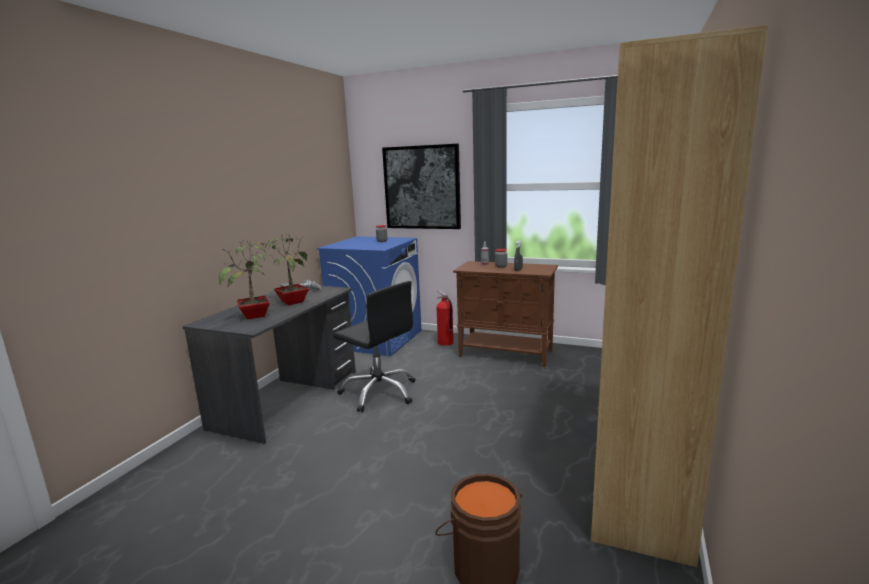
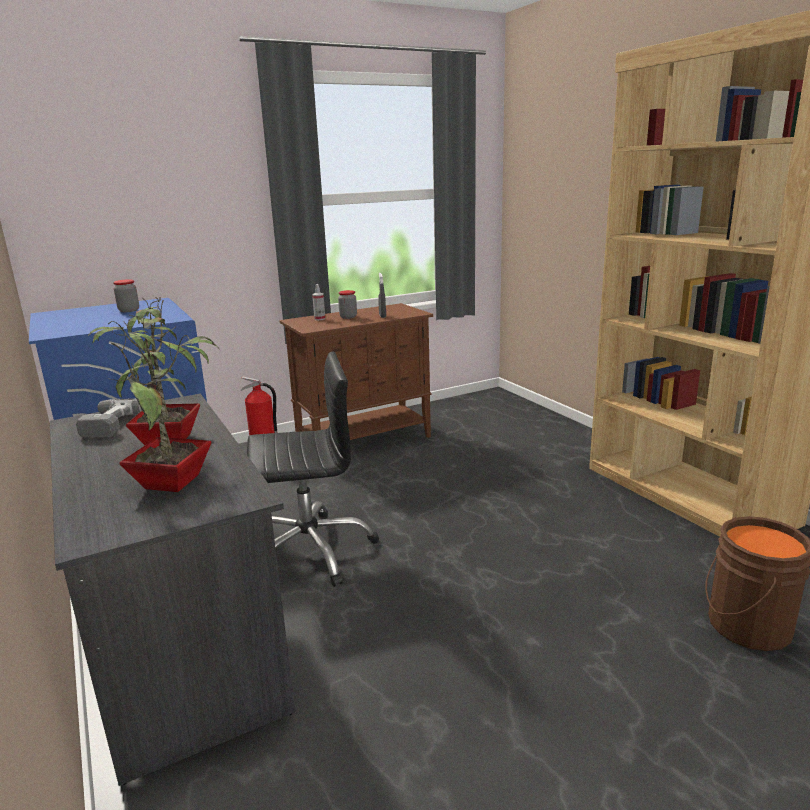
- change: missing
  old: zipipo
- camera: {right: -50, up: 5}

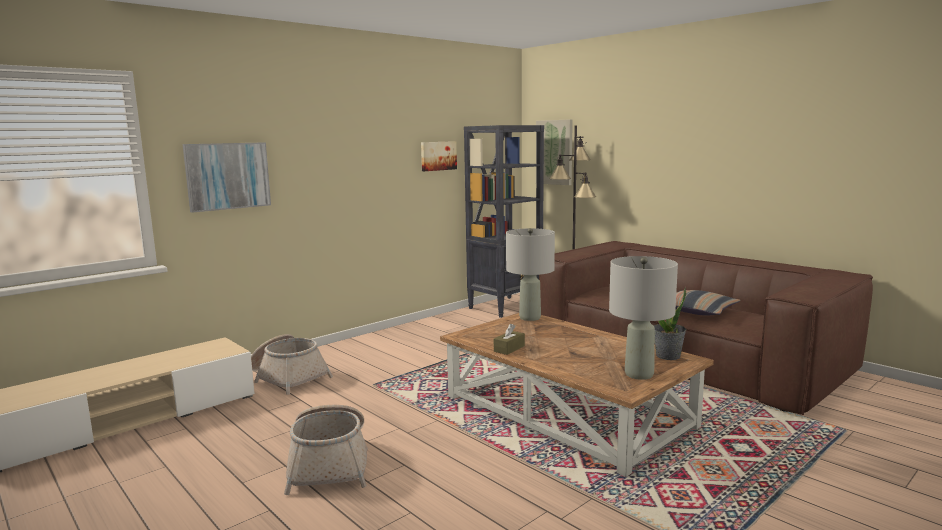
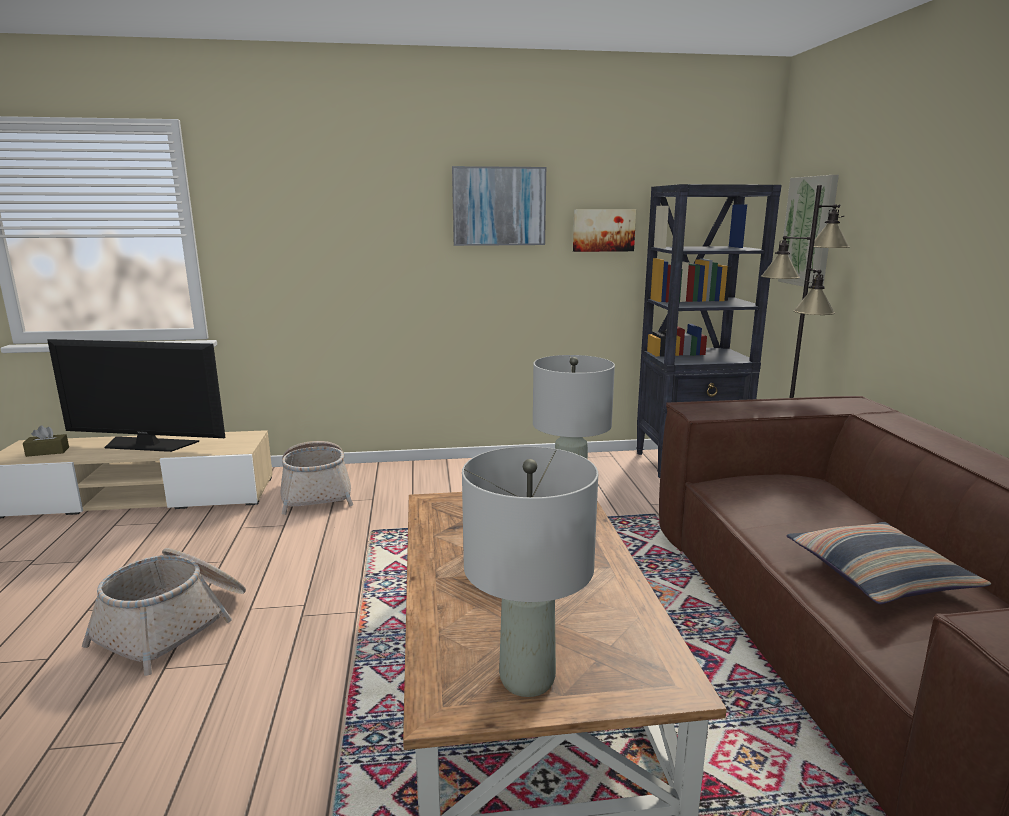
- change: relocated
  old: zipipo (no. 1 from left)
- change: relocated
  old: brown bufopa
- change: missing
  old: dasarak
- change: appeared
  new: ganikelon
- camera: {right: 35, up: 5}

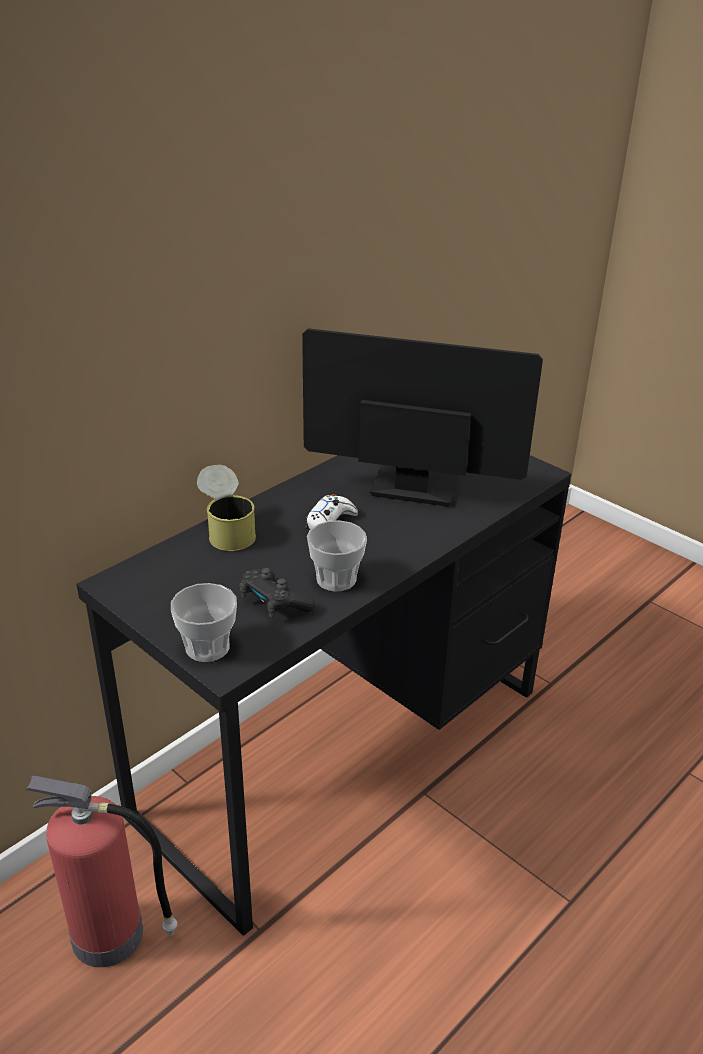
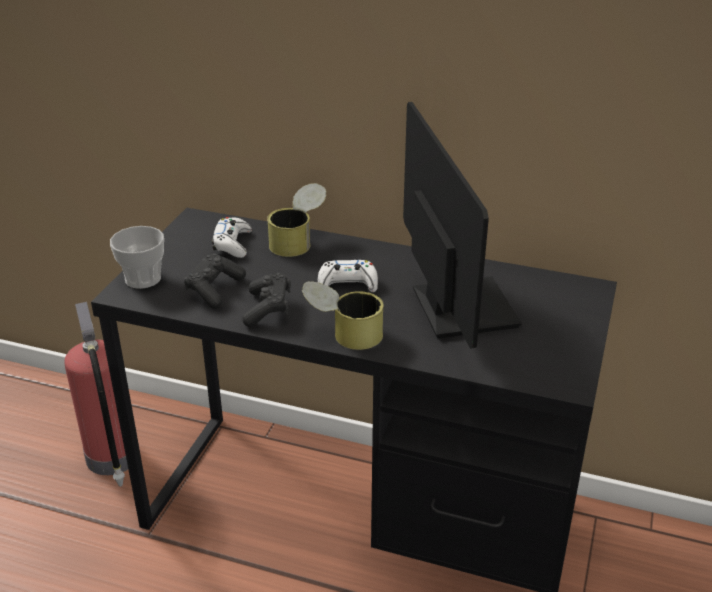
- change: exchanged
  old: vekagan (no. 2 from left)
  new: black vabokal (no. 2 from left)
- change: appeared
  new: white vabokal (no. 1 from left)
- change: appeared
  new: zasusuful (no. 2 from left)
- camera: {right: 65, up: 0}

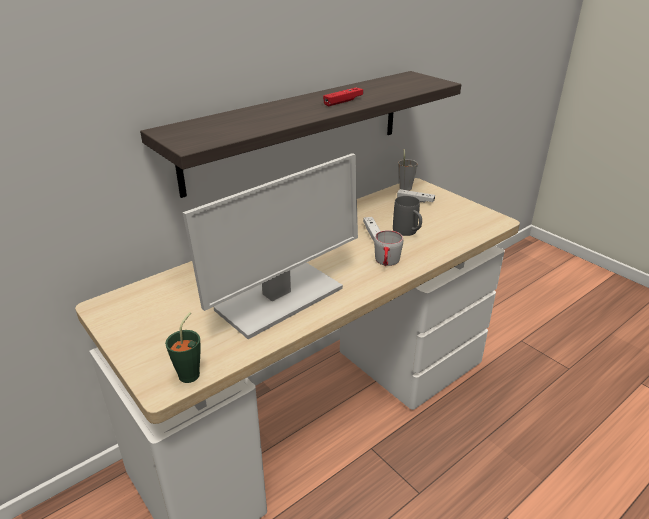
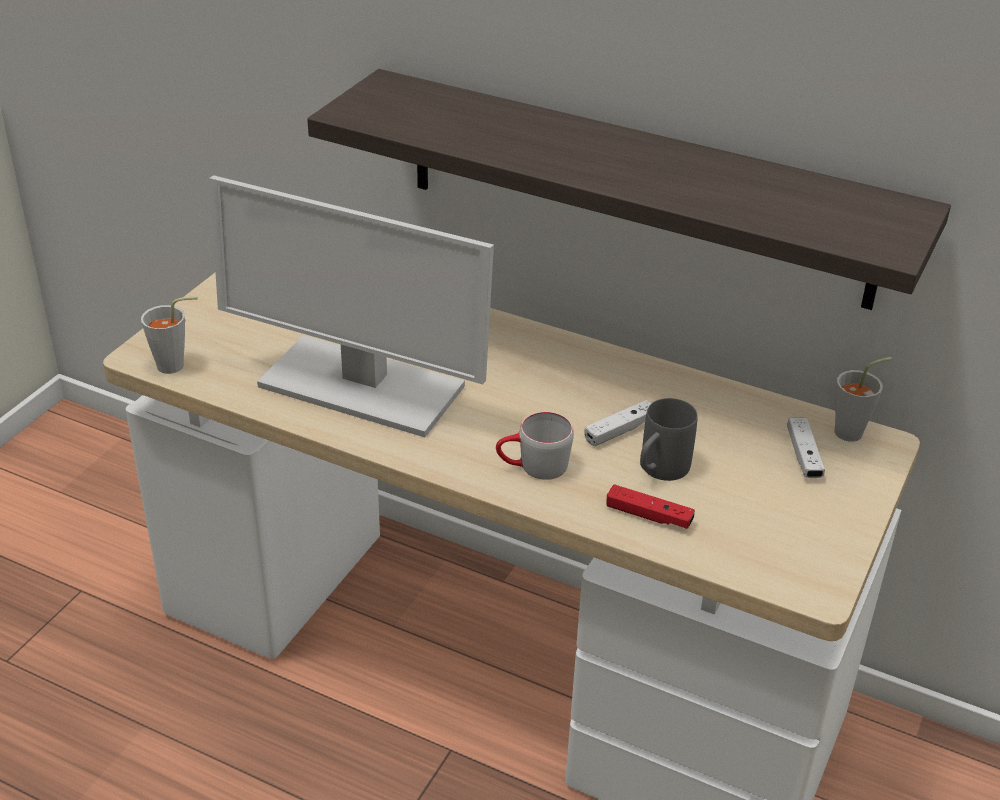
- change: colour
  old: green vekagan
  new: grey vekagan (no. 1 from left)
- change: relocated
  old: red vabokal
- camera: {right: 65, up: 5}

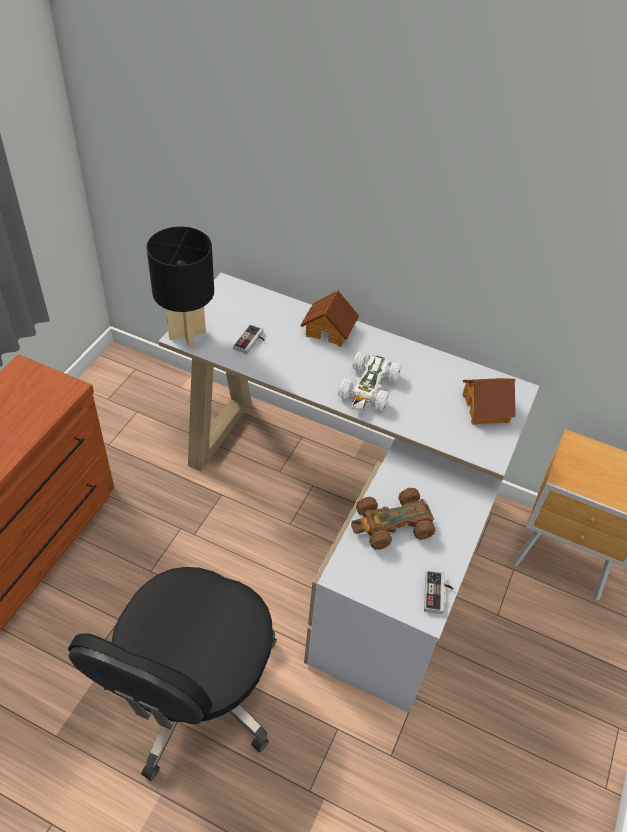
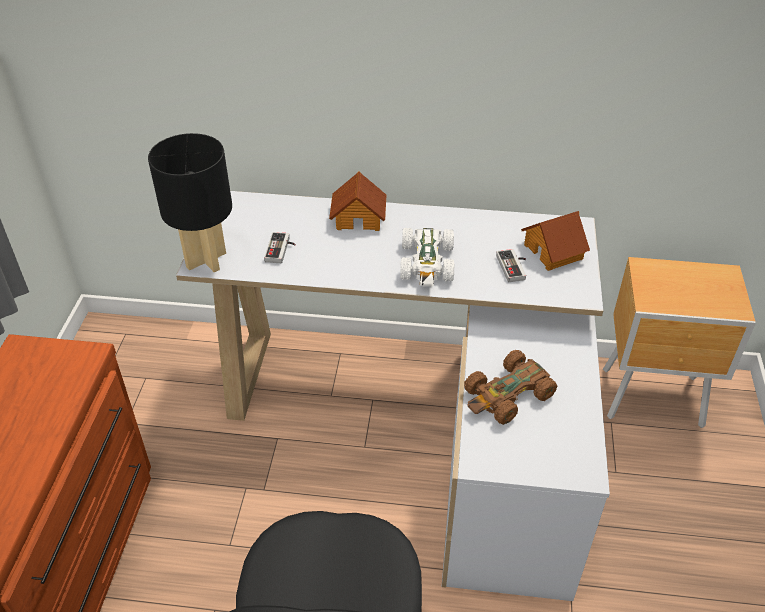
- change: relocated
  old: vabokal (no. 2 from left)
- camera: {right: -15, up: -5}

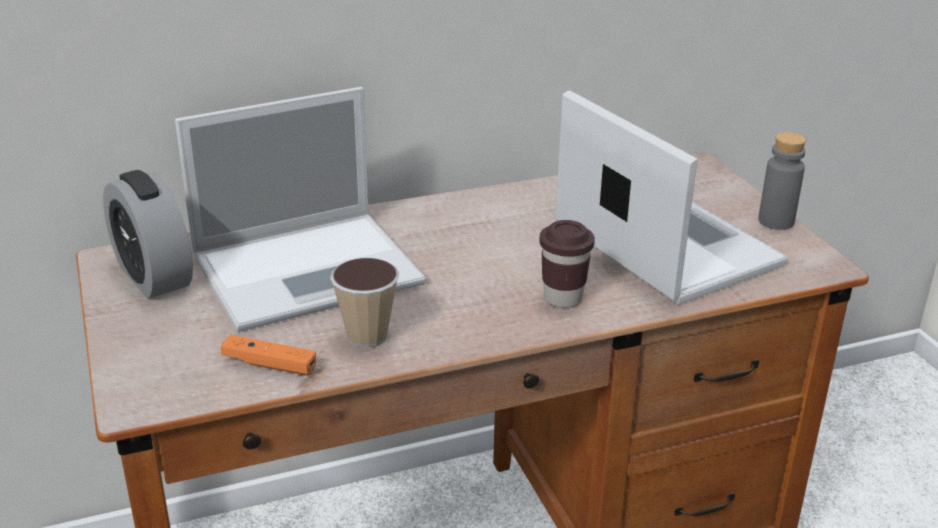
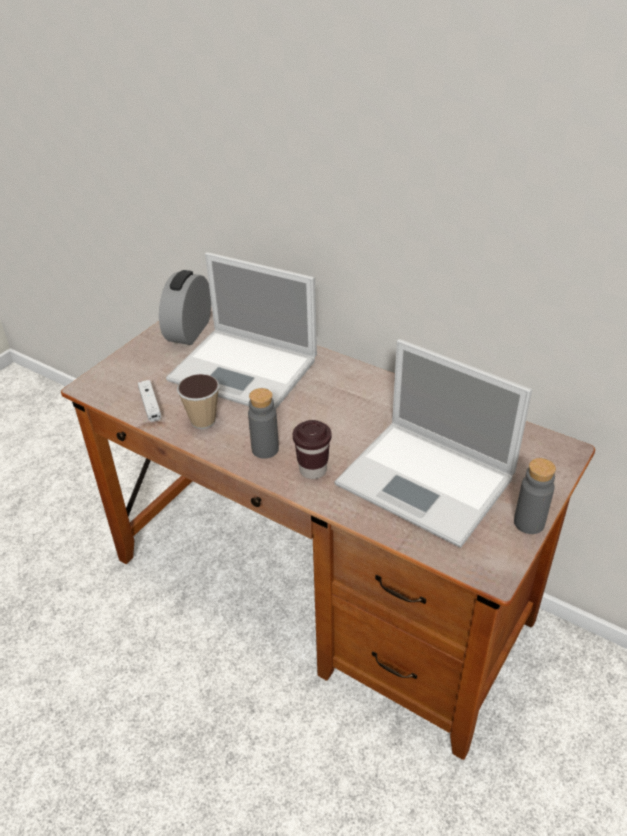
- change: colour
  old: orange vabokal
  new: white vabokal
- change: spun
  old: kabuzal (no. 2 from left)
  degrees: 105
- change: appeared
  new: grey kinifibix (no. 1 from left)
- camera: {right: 55, up: 10}

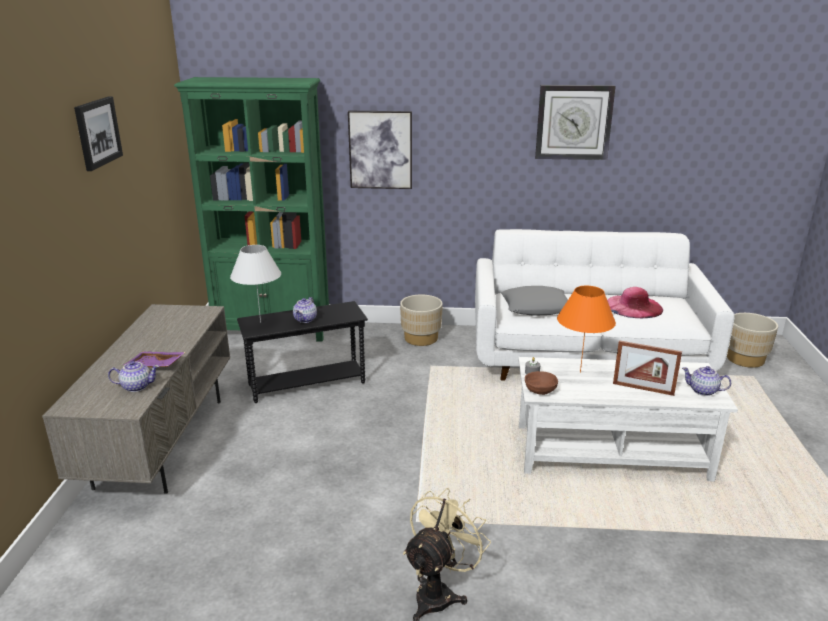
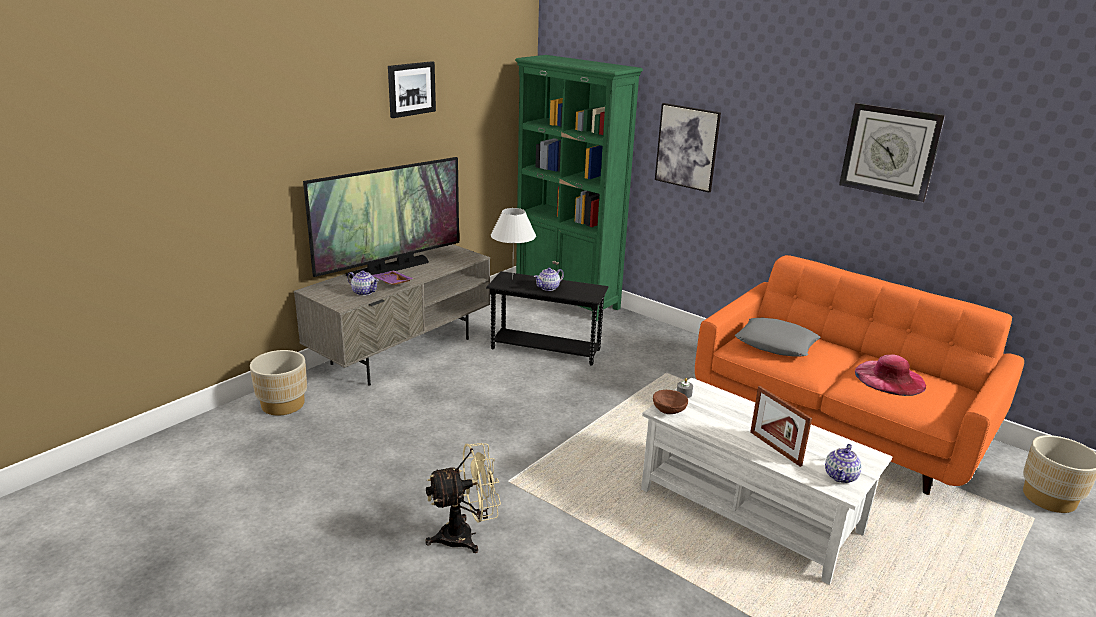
- change: relocated
  old: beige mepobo (no. 1 from left)
- change: colour
  old: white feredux
  new: orange feredux
- change: missing
  old: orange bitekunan
- change: spun
  old: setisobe (no. 3 from left)
  degrees: -120
- change: appeared
  new: ganikelon
- camera: {right: 35, up: 0}

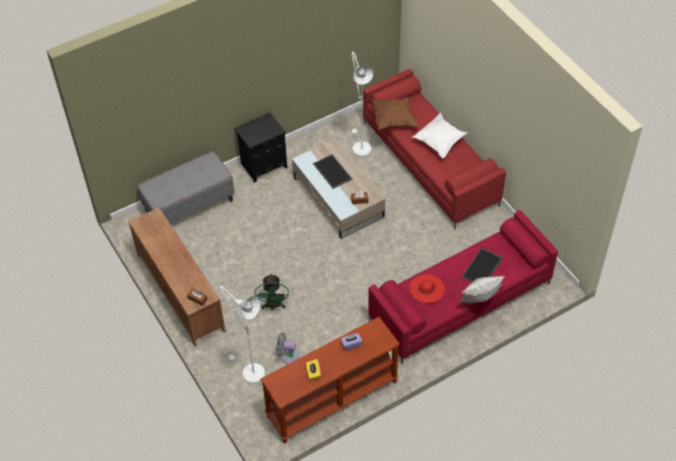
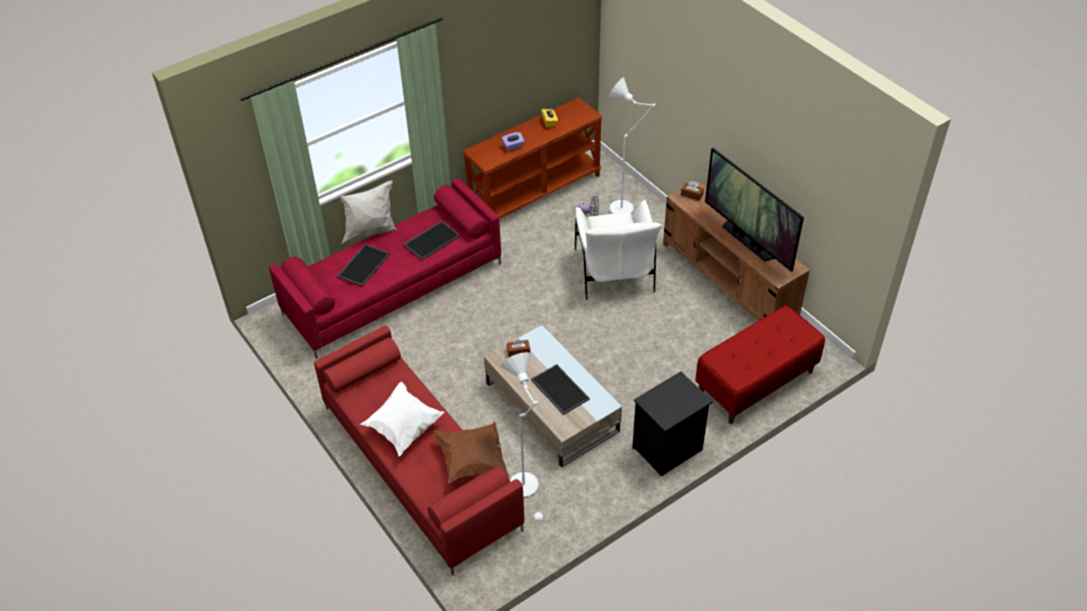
- change: colour
  old: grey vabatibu
  new: red vabatibu
- change: exchanged
  old: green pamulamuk
  new: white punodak
- change: exchanged
  old: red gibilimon
  new: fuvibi (no. 2 from left)
- change: appeared
  new: ganikelon
- camera: {right: 175, up: -5}

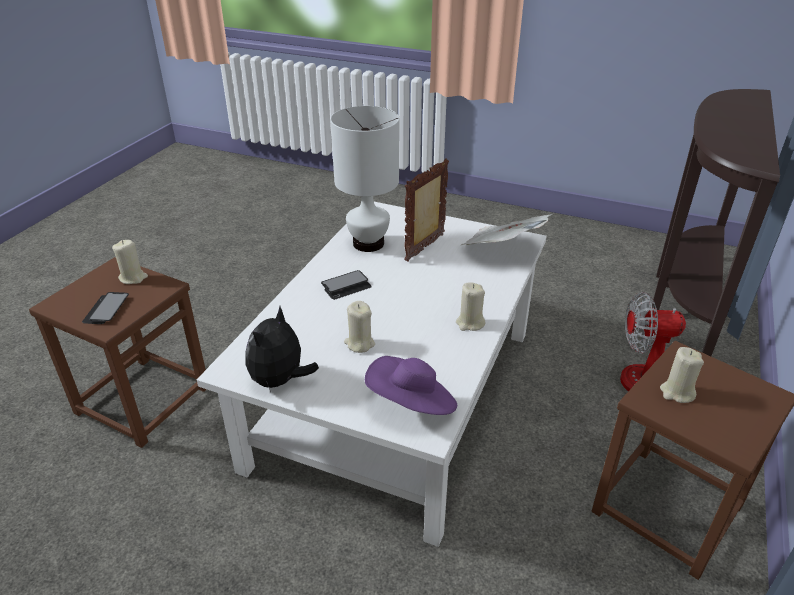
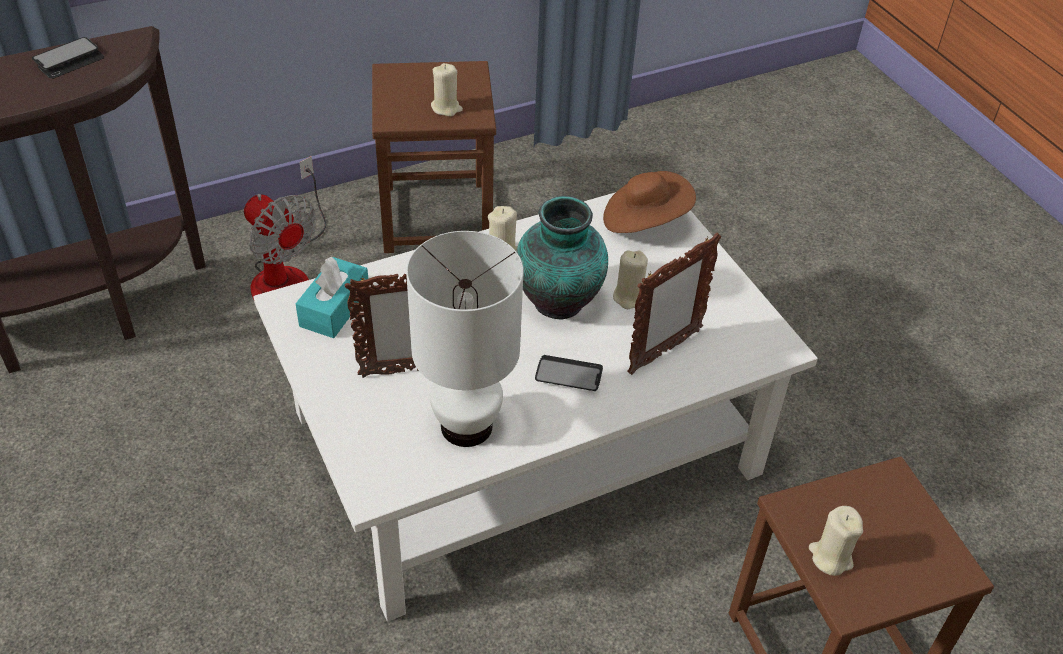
- change: relocated
  old: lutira (no. 1 from left)
- change: missing
  old: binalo
- change: colour
  old: purple gibilimon
  new: brown gibilimon
- change: exchanged
  old: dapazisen
  new: turquoise bufopa
- change: appeared
  new: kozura
- change: appeared
  new: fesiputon (no. 2 from left)
- camera: {right: -140, up: 10}

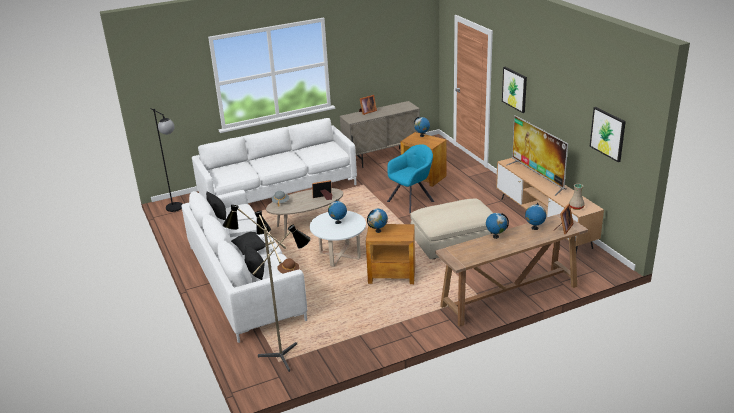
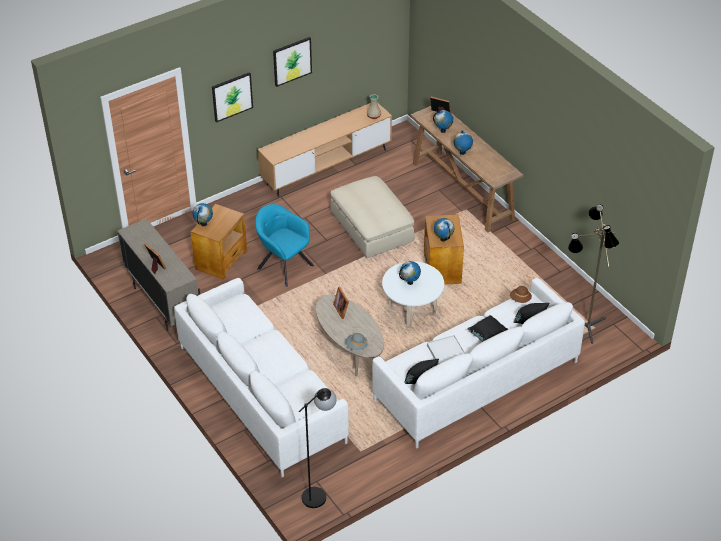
- change: missing
  old: ganikelon
- change: relocated
  old: zipipo (no. 2 from left)
- camera: {right: -100, up: 15}

